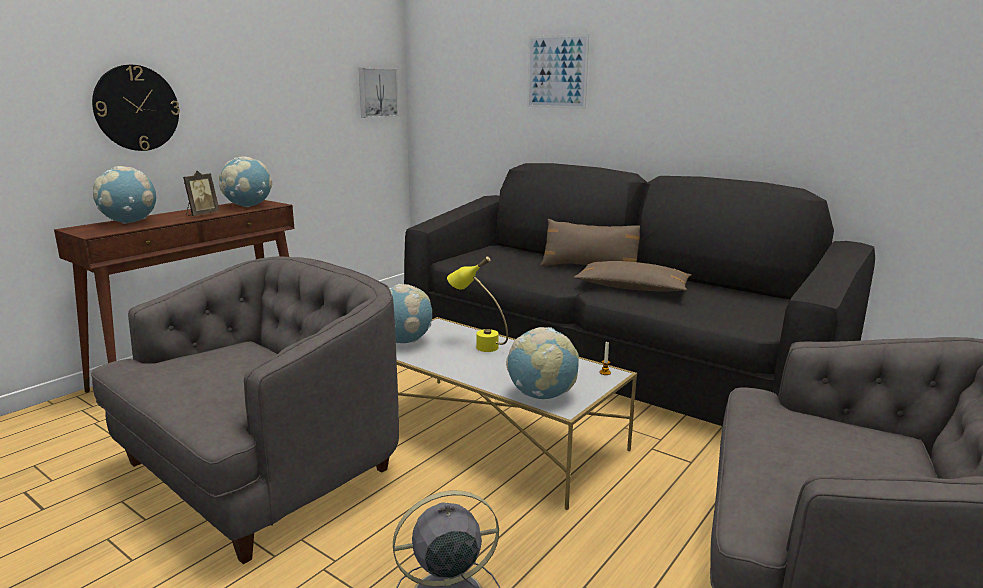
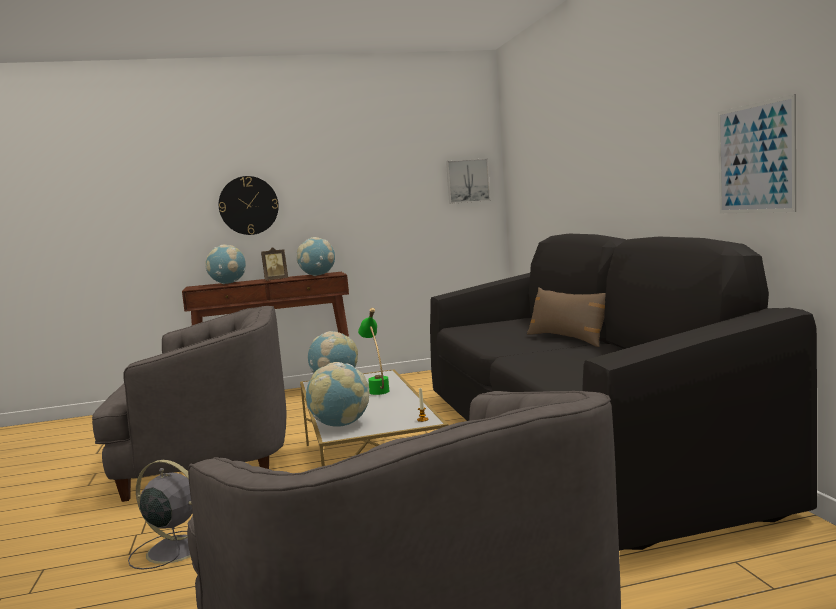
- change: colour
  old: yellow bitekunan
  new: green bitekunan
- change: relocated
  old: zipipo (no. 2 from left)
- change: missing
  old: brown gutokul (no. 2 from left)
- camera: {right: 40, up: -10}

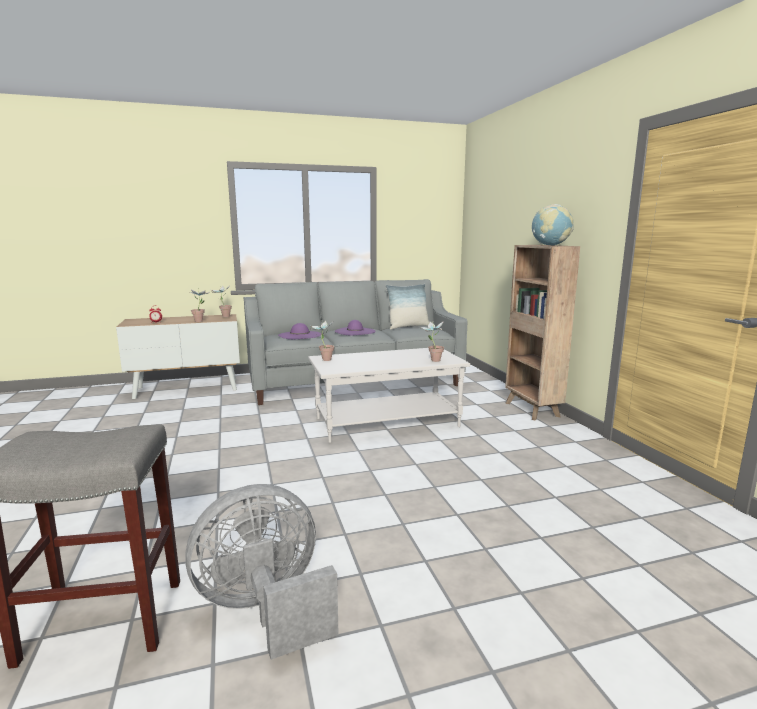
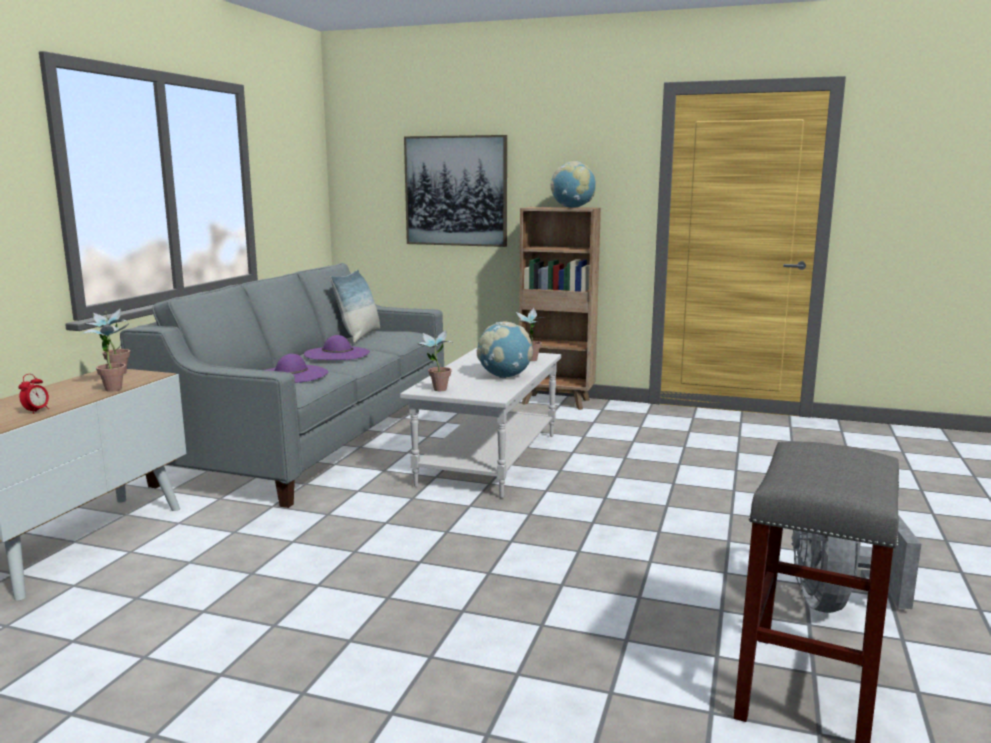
- change: appeared
  new: zipipo
- change: appeared
  new: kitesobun (no. 1 from left)
- camera: {right: -55, up: 0}

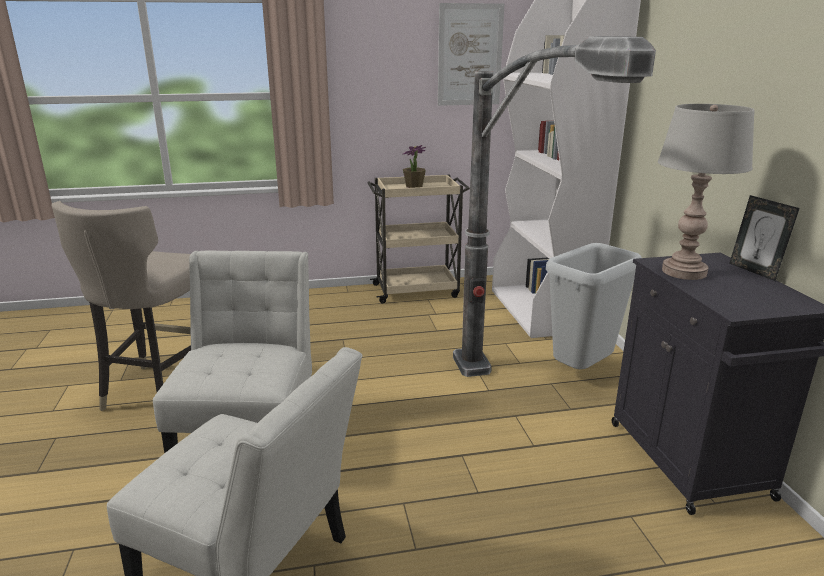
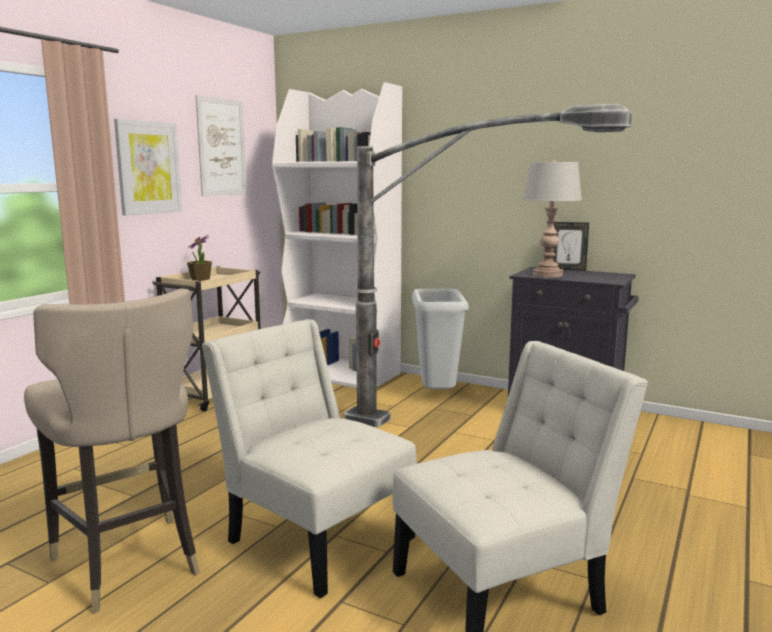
- change: appeared
  new: zipipo (no. 1 from left)
- camera: {right: -50, up: -10}

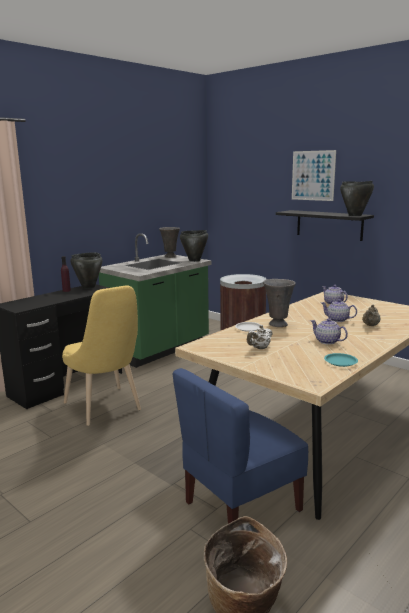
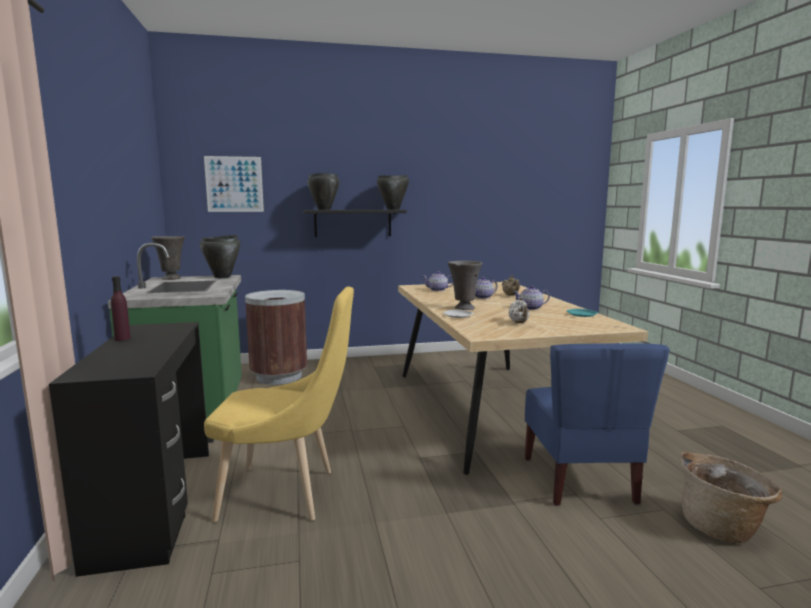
- change: relocated
  old: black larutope (no. 1 from left in the first image)
  new: black larutope (no. 2 from left)
- change: relocated
  old: zipipo
- camera: {right: -55, up: -5}

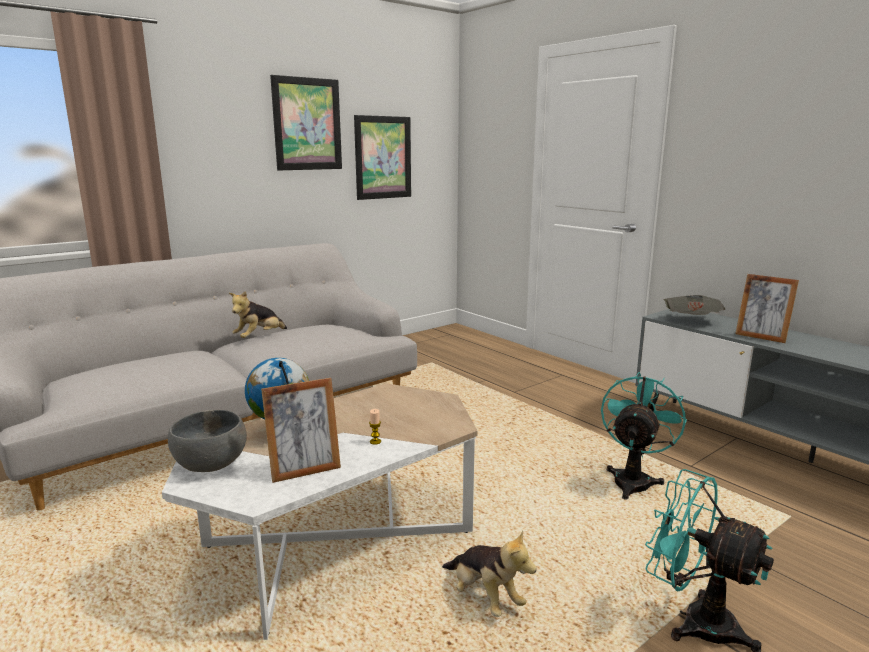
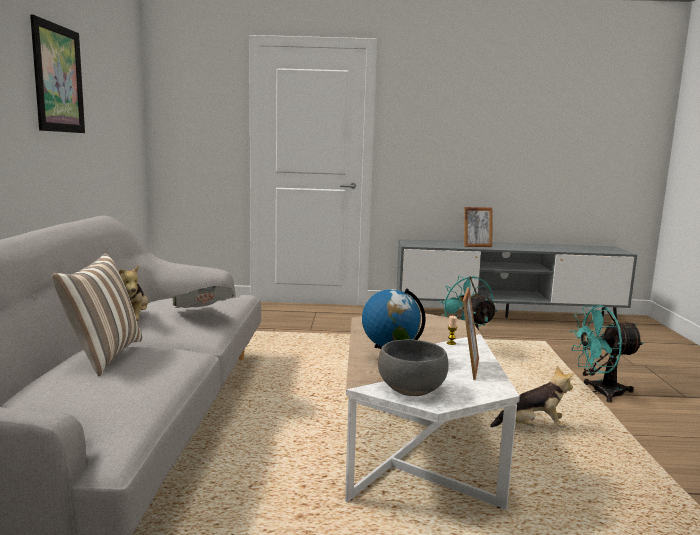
- change: missing
  old: zipipo (no. 2 from left)
- change: relocated
  old: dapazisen
- change: appeared
  new: gutokul
- camera: {right: -50, up: -5}

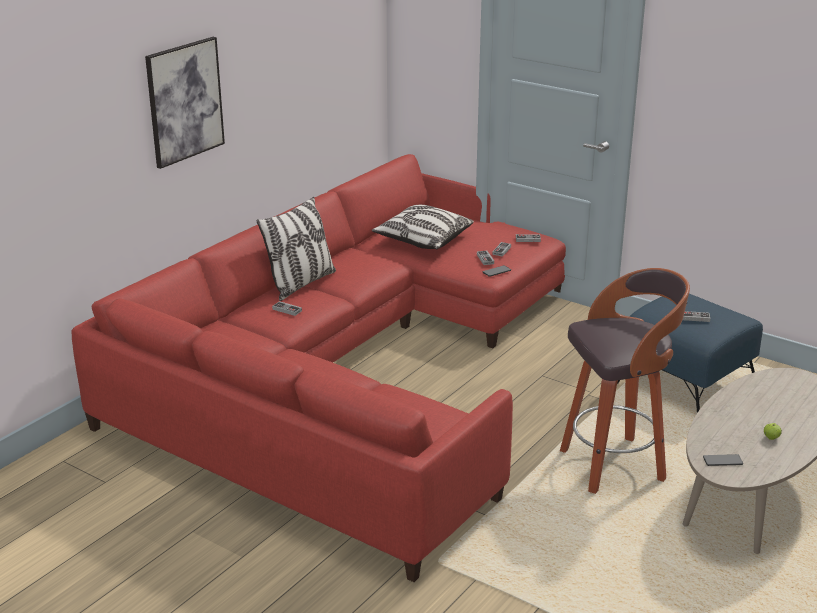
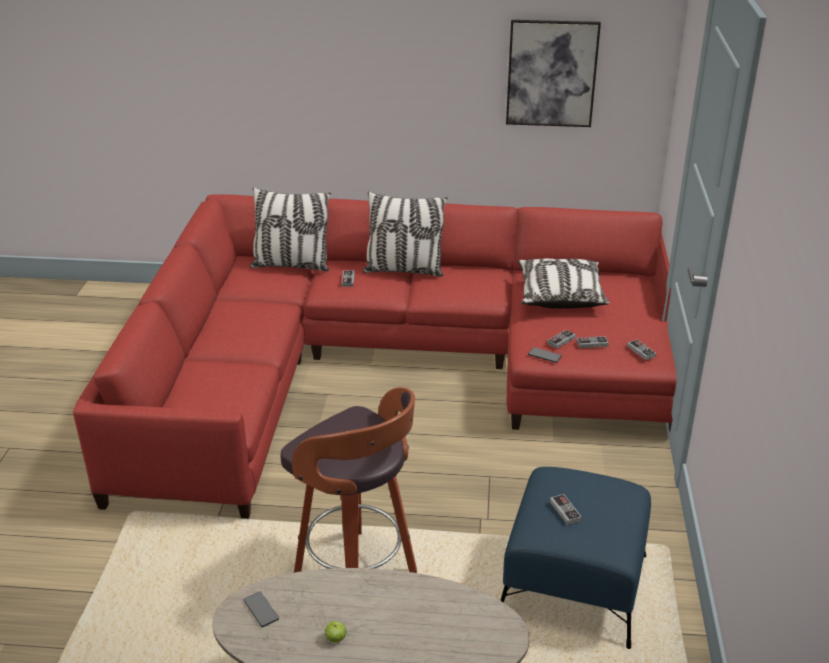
- change: relocated
  old: zipipo
- change: appeared
  new: gutokul (no. 1 from left)
- camera: {right: 60, up: 5}

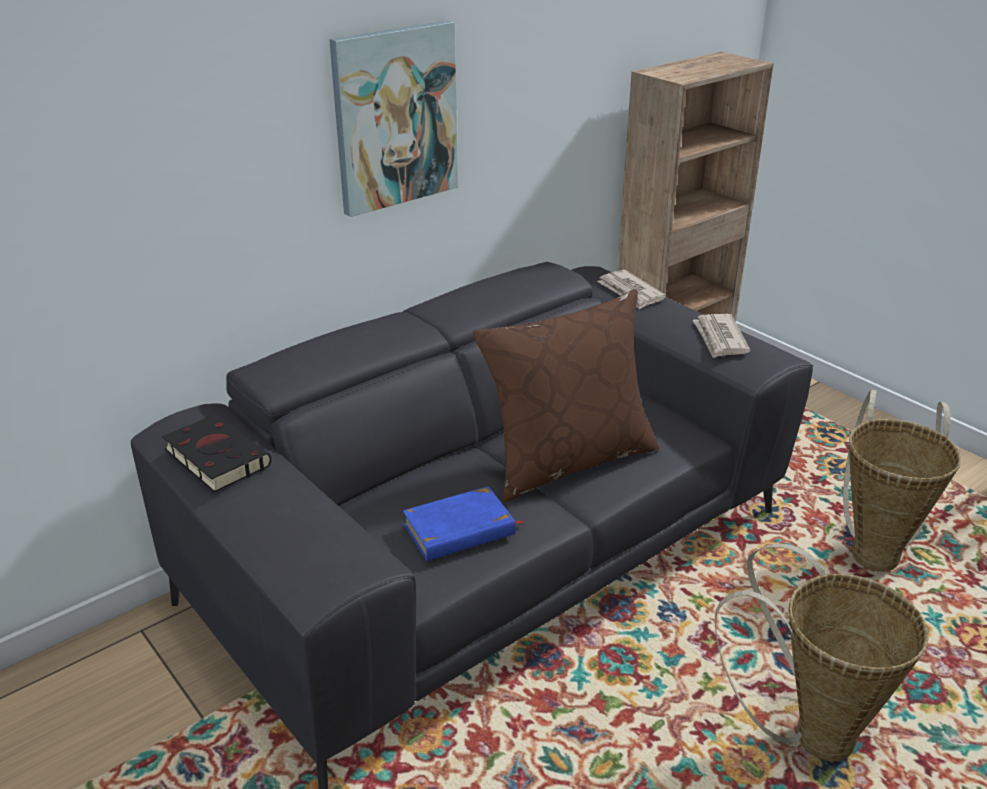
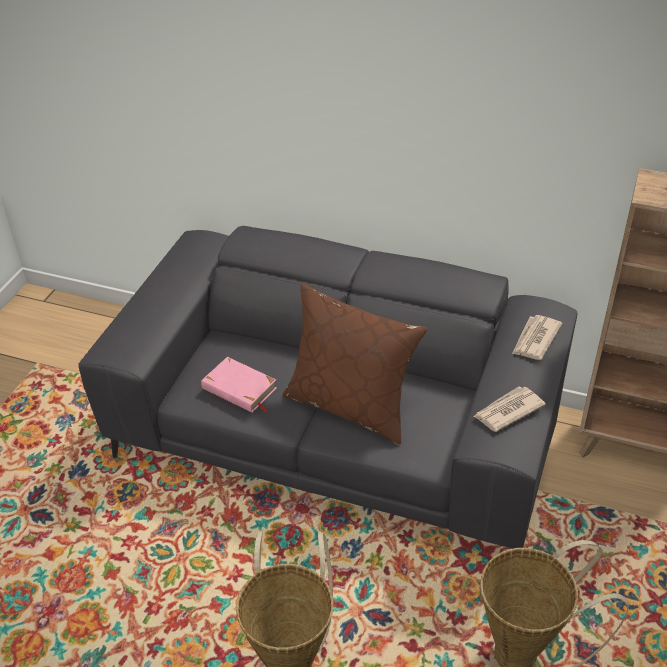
- change: missing
  old: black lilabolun
- change: missing
  old: zipipo
- change: colour
  old: blue lilabolun
  new: pink lilabolun
- camera: {right: 60, up: 10}

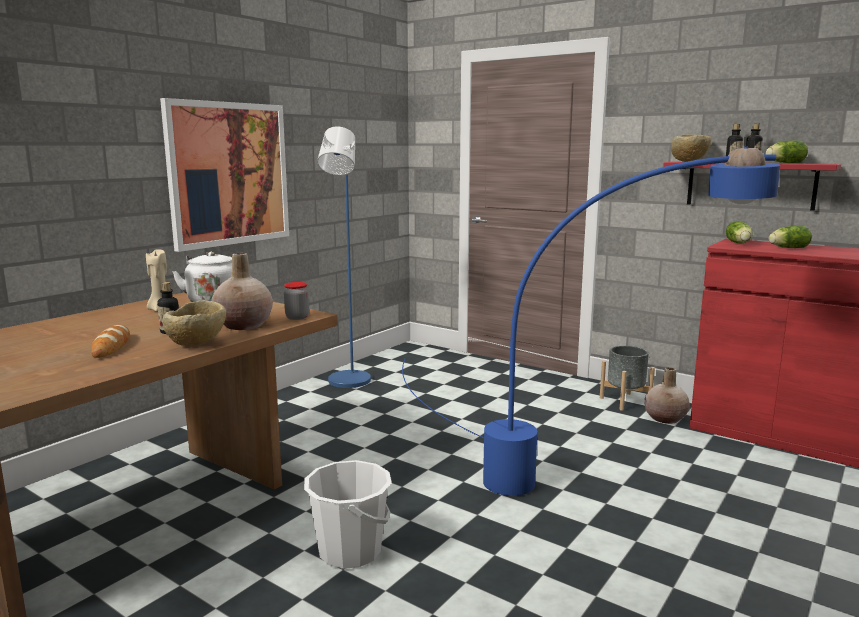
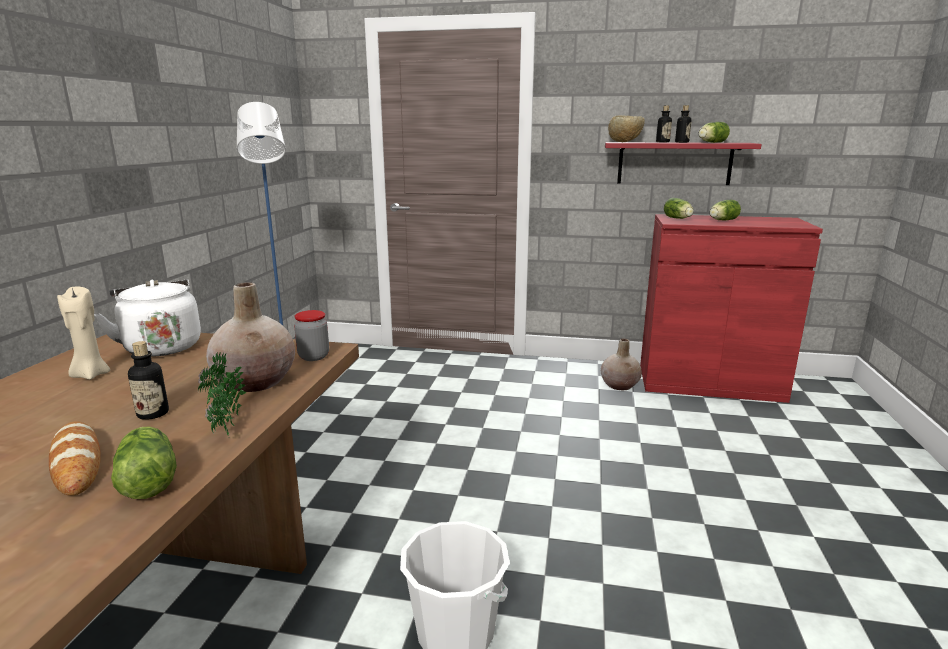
- change: missing
  old: zipipo
- change: exchanged
  old: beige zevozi (no. 1 from left)
  new: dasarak
- change: missing
  old: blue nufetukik (no. 2 from left)
- change: missing
  old: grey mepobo
- change: appeared
  new: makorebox (no. 1 from left)
- camera: {right: -25, up: 5}

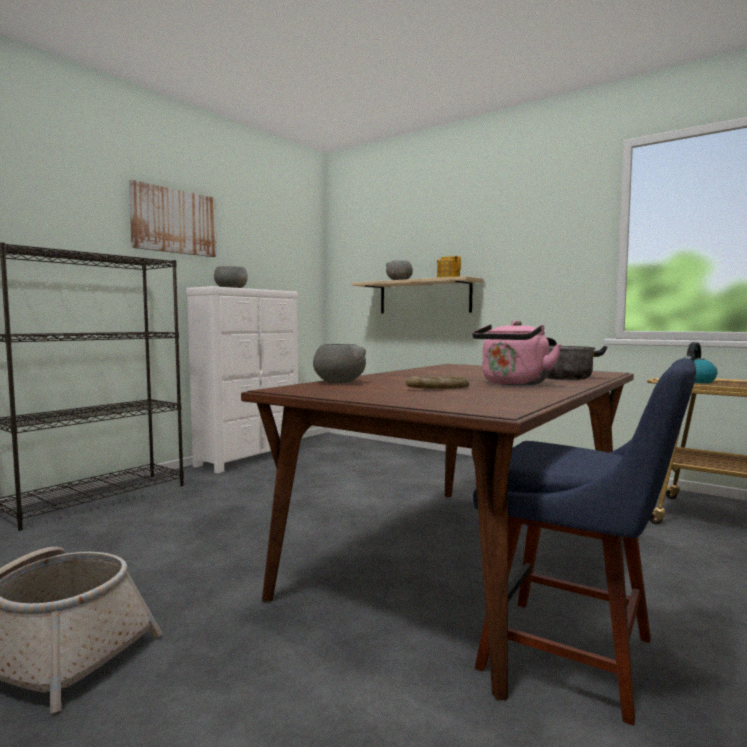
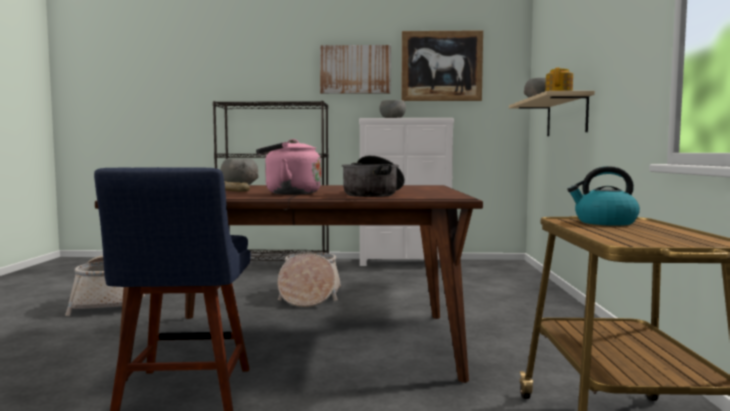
- change: appeared
  new: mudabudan (no. 2 from left)
- change: appeared
  new: zipipo (no. 2 from left)
- camera: {right: 55, up: 0}

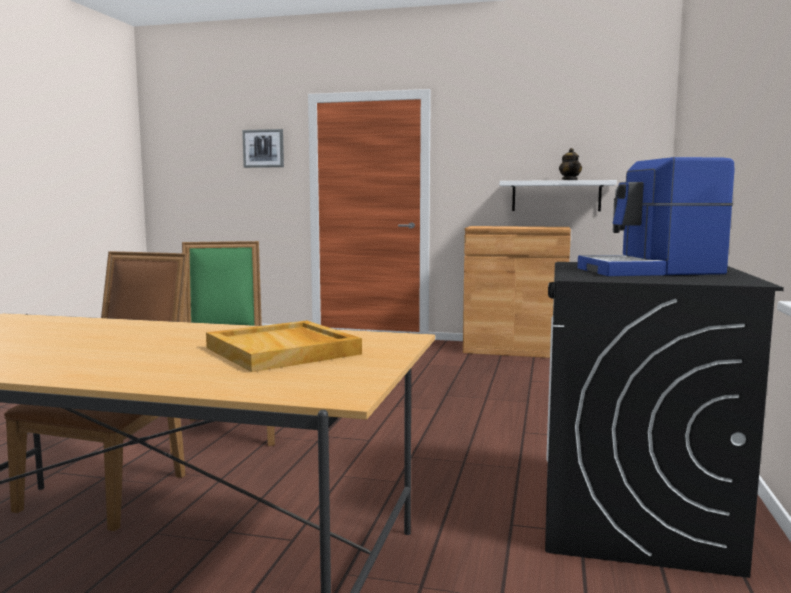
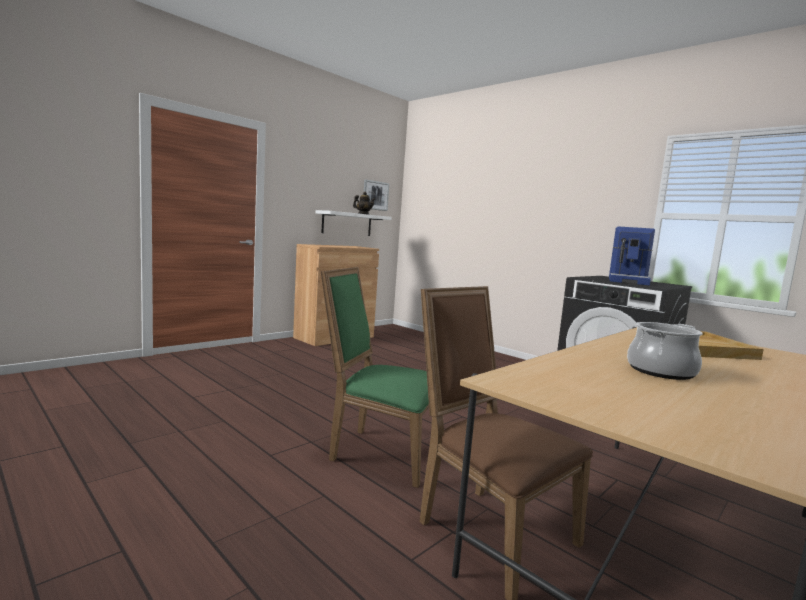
- change: relocated
  old: zipipo
- change: appeared
  new: larutope
- camera: {right: -60, up: 0}

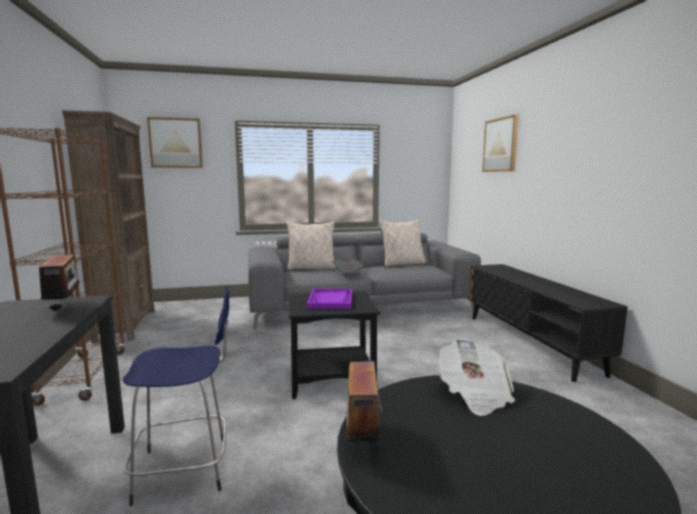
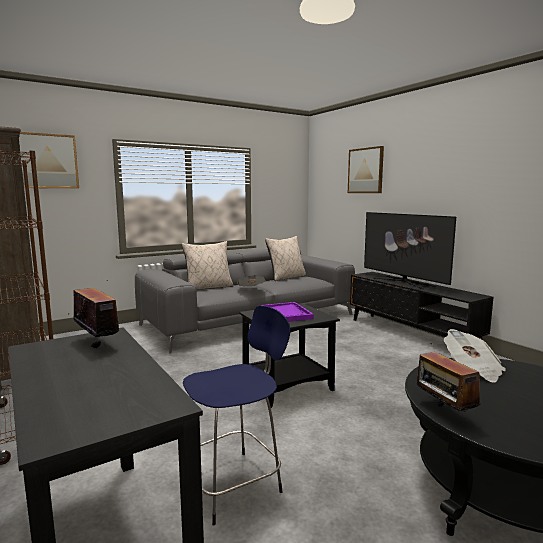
- change: appeared
  new: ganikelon
- camera: {right: -20, up: 0}

